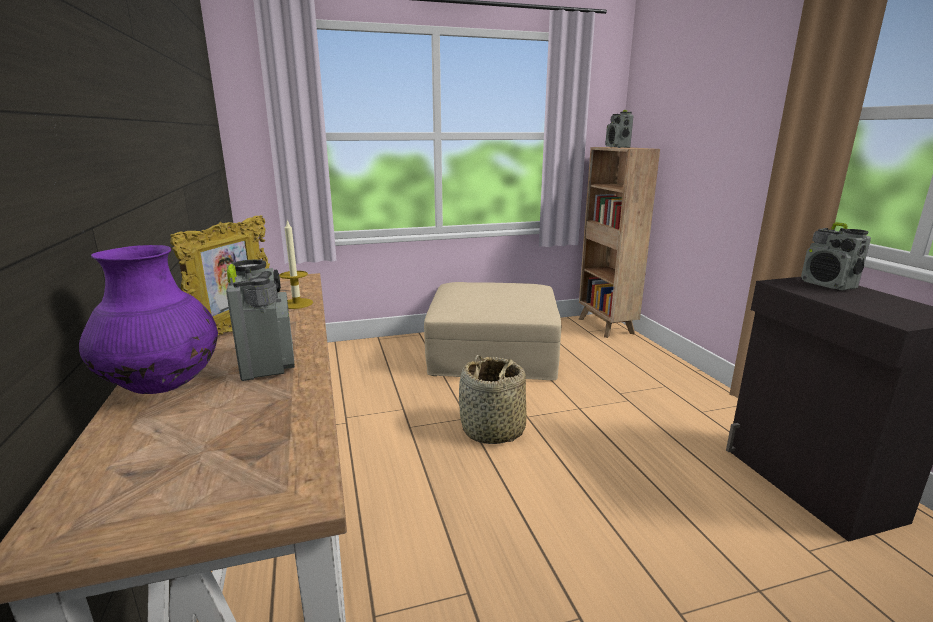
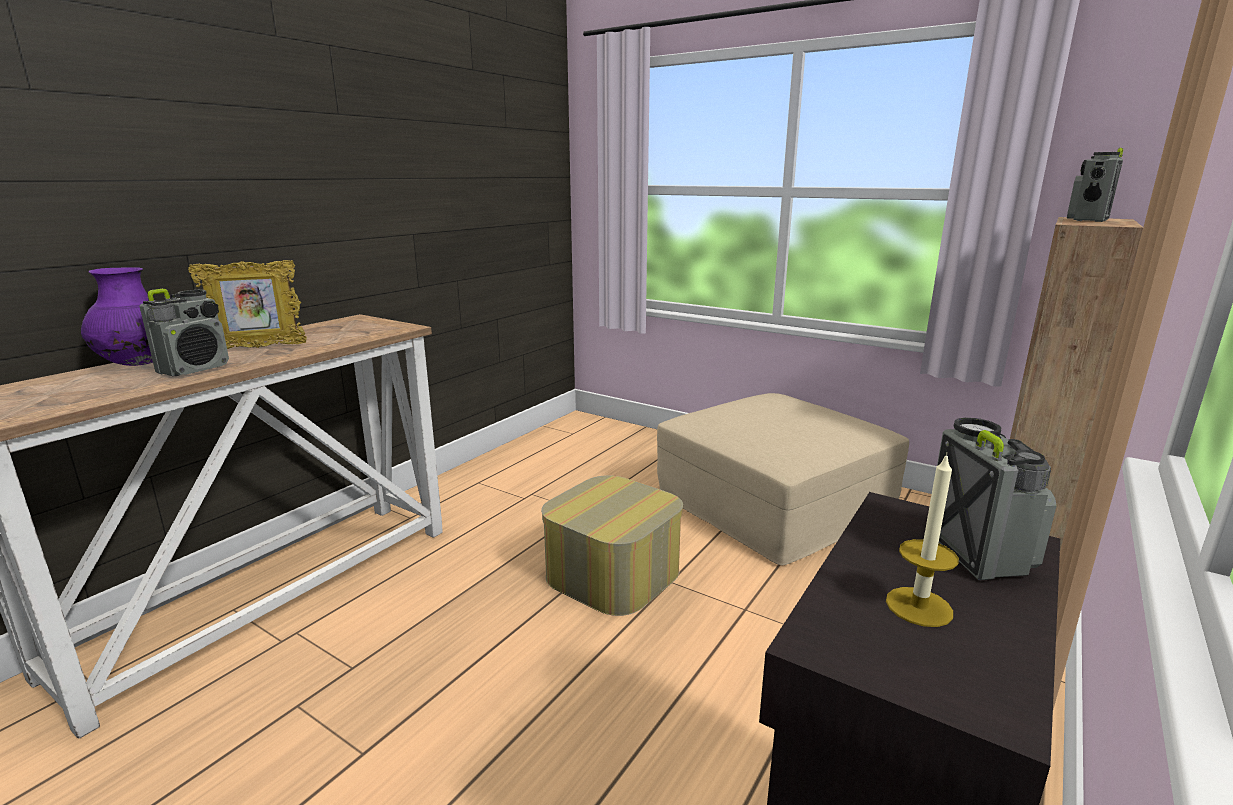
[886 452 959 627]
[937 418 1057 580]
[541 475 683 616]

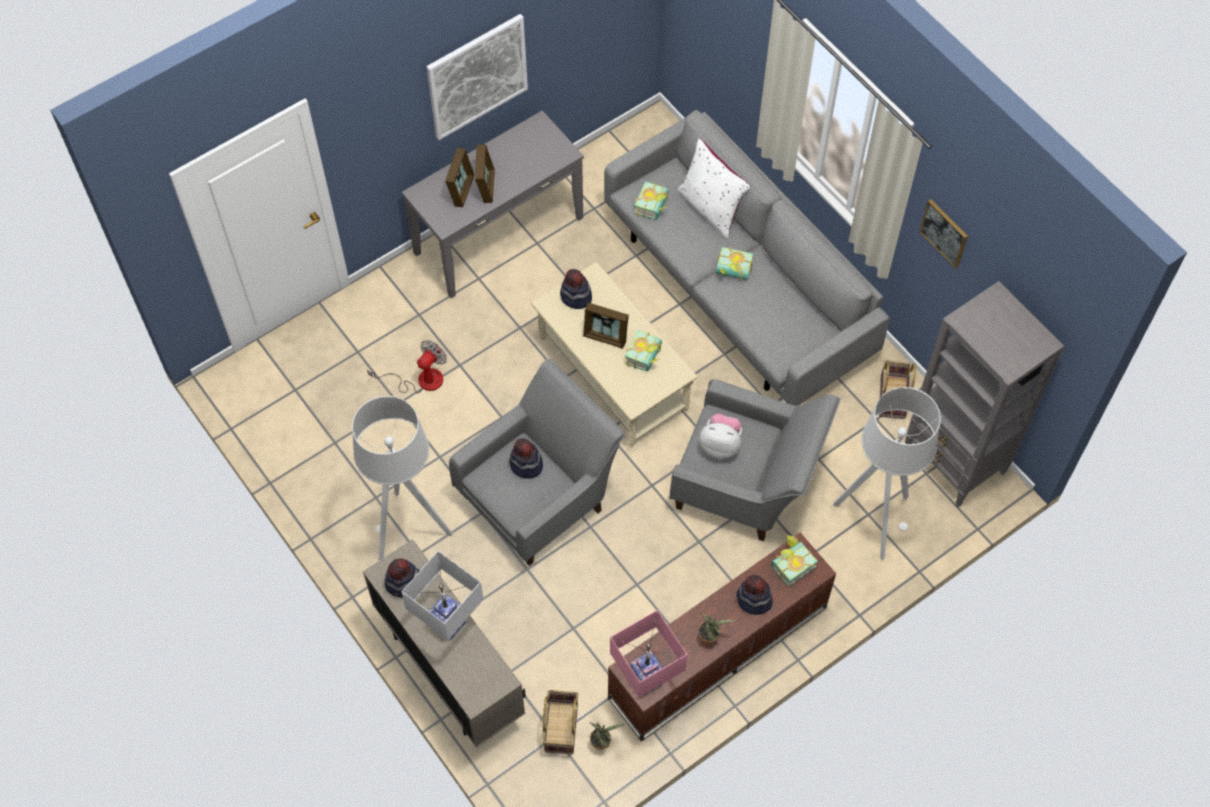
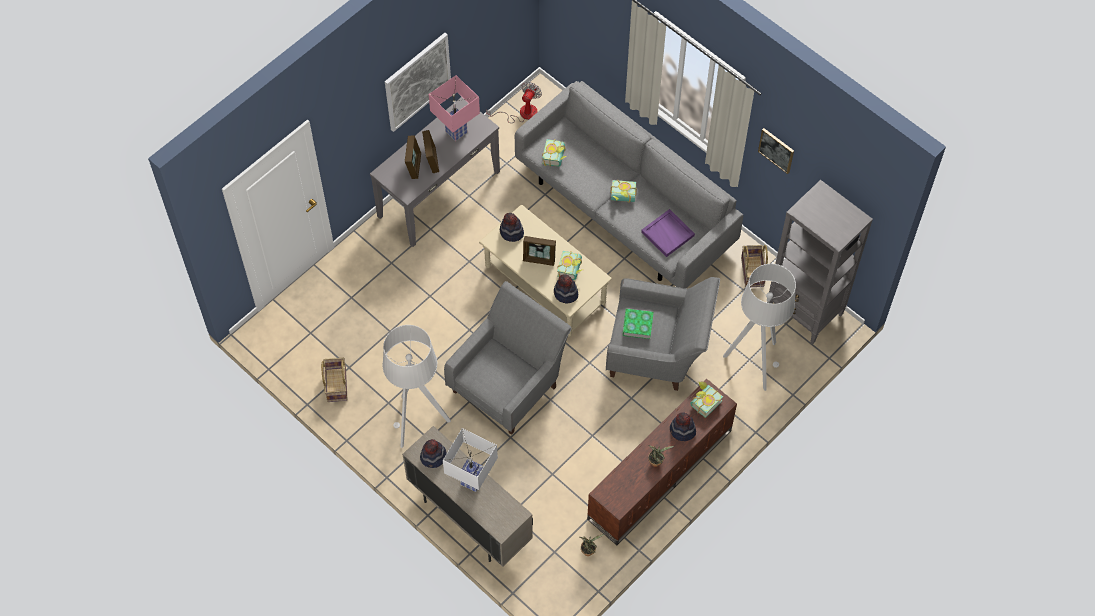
[678 138 751 238] (first image)
[486 82 542 123]
[622 308 654 339]
[554 274 578 303]
[429 75 480 141]
[321 358 347 402]
[641 209 695 257]

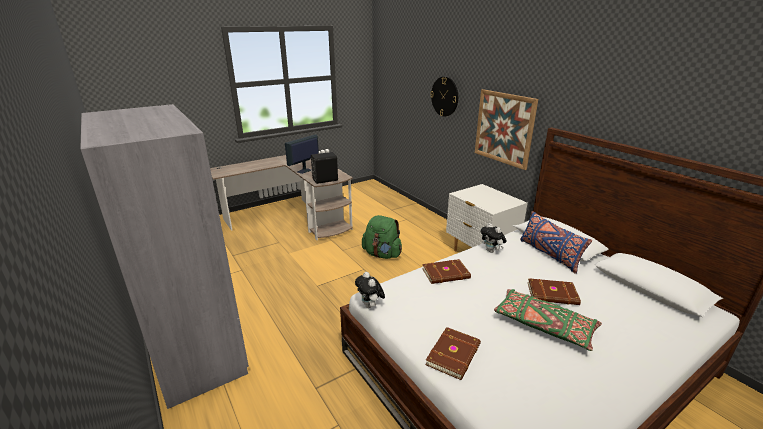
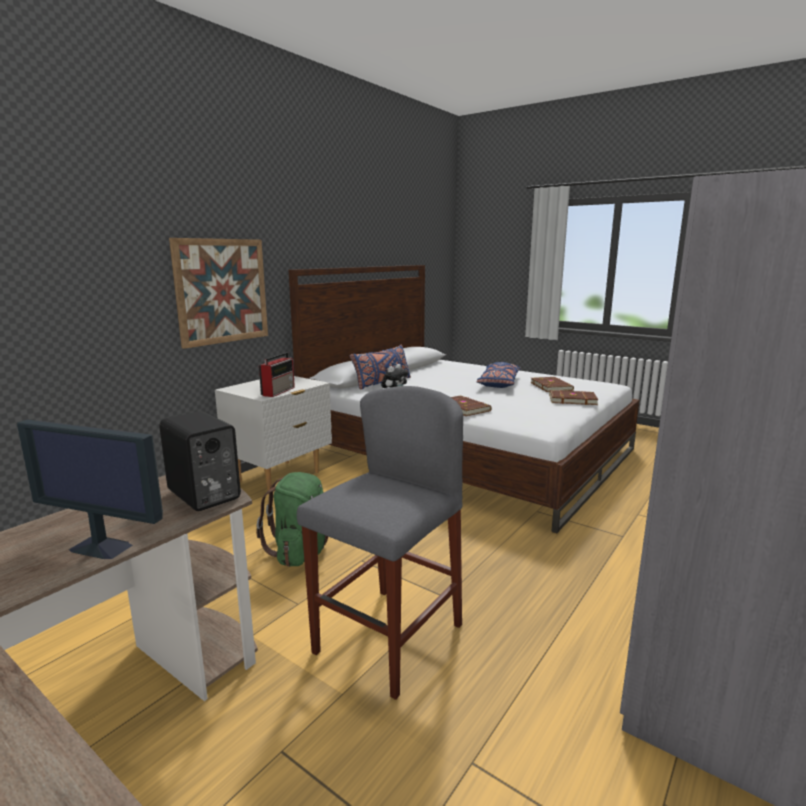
[430 76 458 117] (first image)
[355 272 385 308] (first image)
[530 377 574 392]
[477 362 521 388]
[259 352 295 397]
[297 386 463 700]

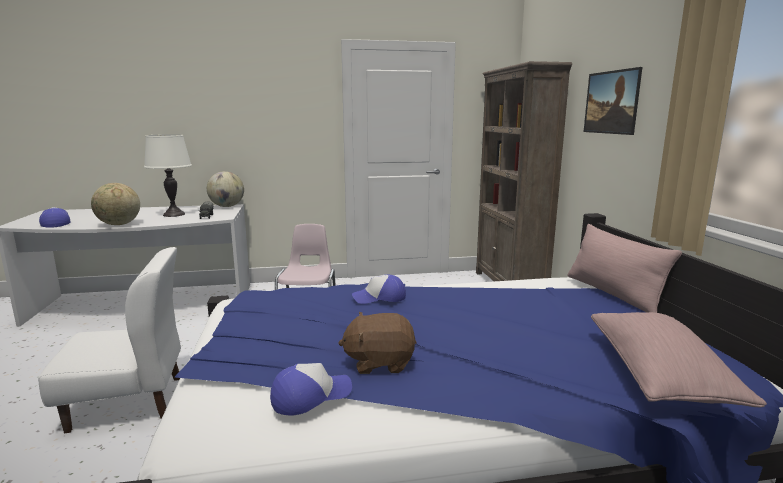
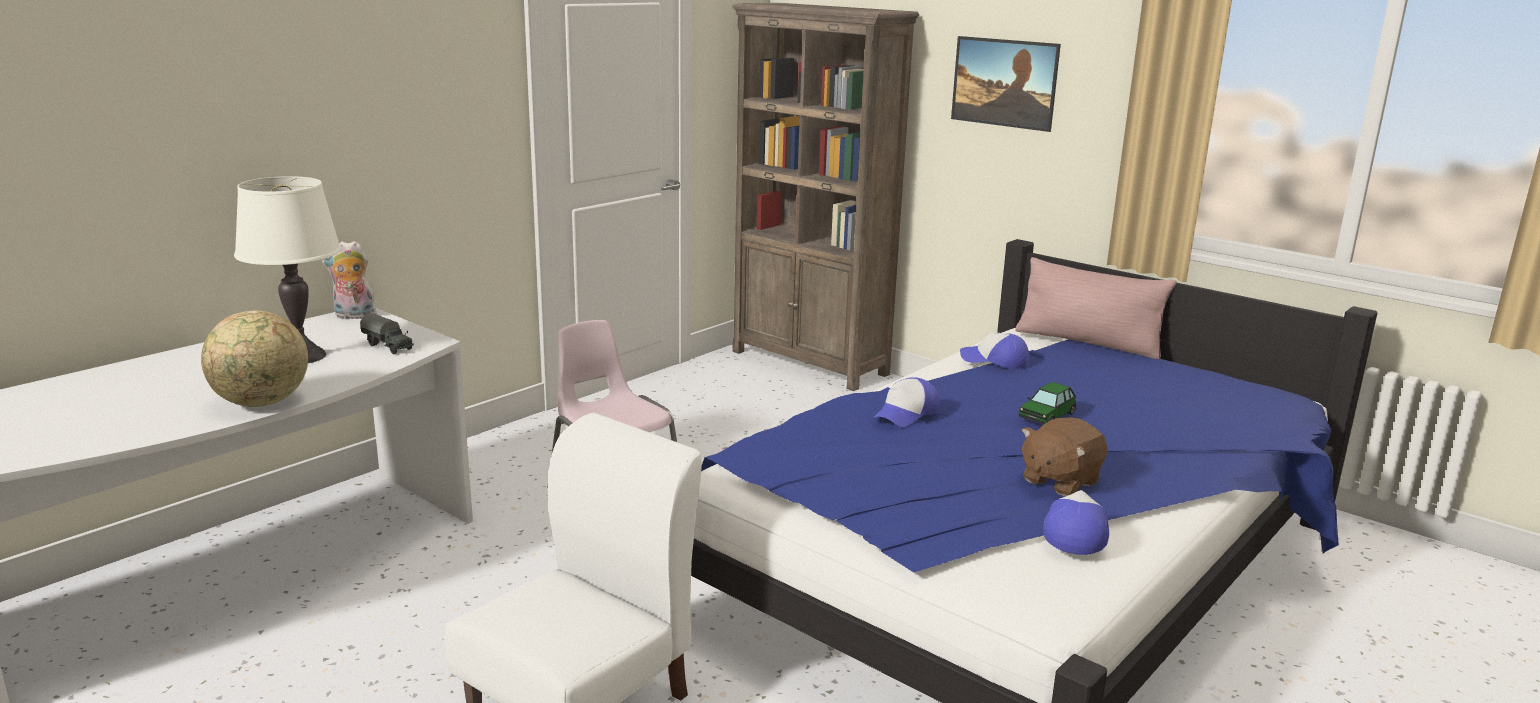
[322 241 377 319]
[960 333 1029 369]
[591 312 767 407] (first image)
[1018 382 1077 424]

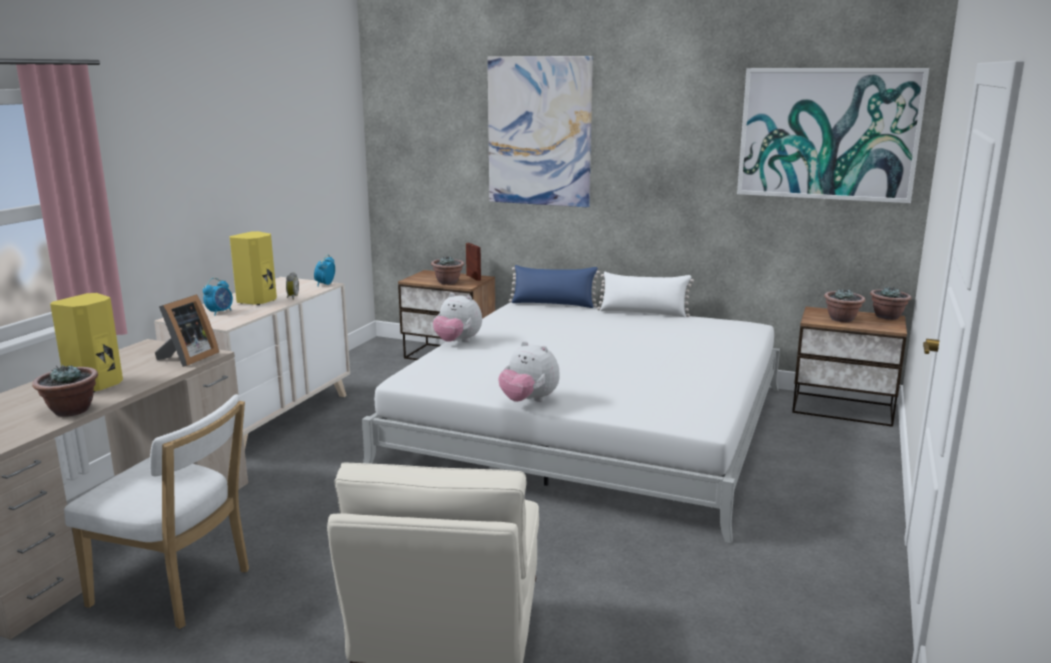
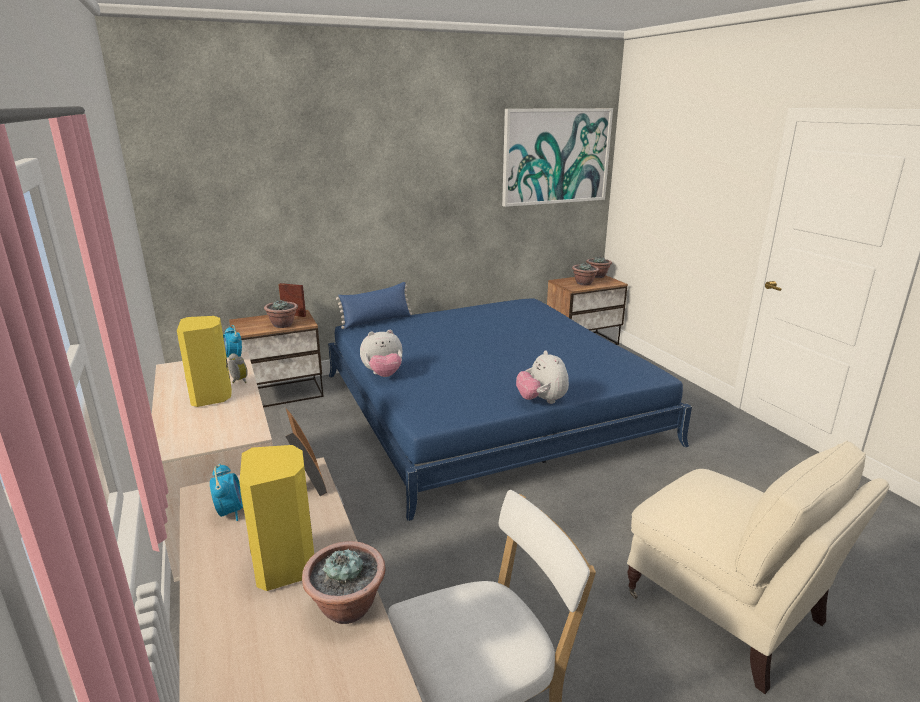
[488 56 593 207] (first image)
[597 272 694 317] (first image)
[210 464 243 521]
[328 298 692 521]
[516 351 569 404]

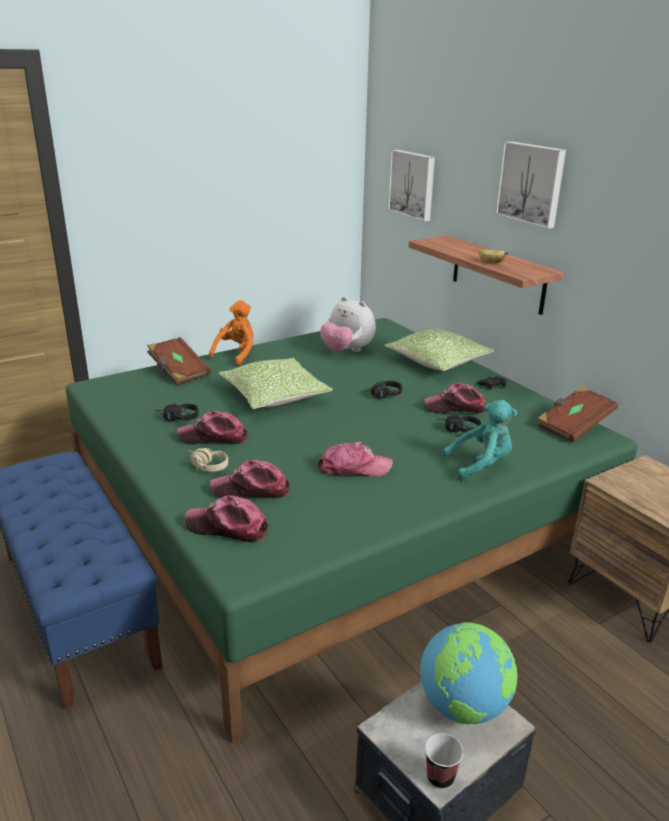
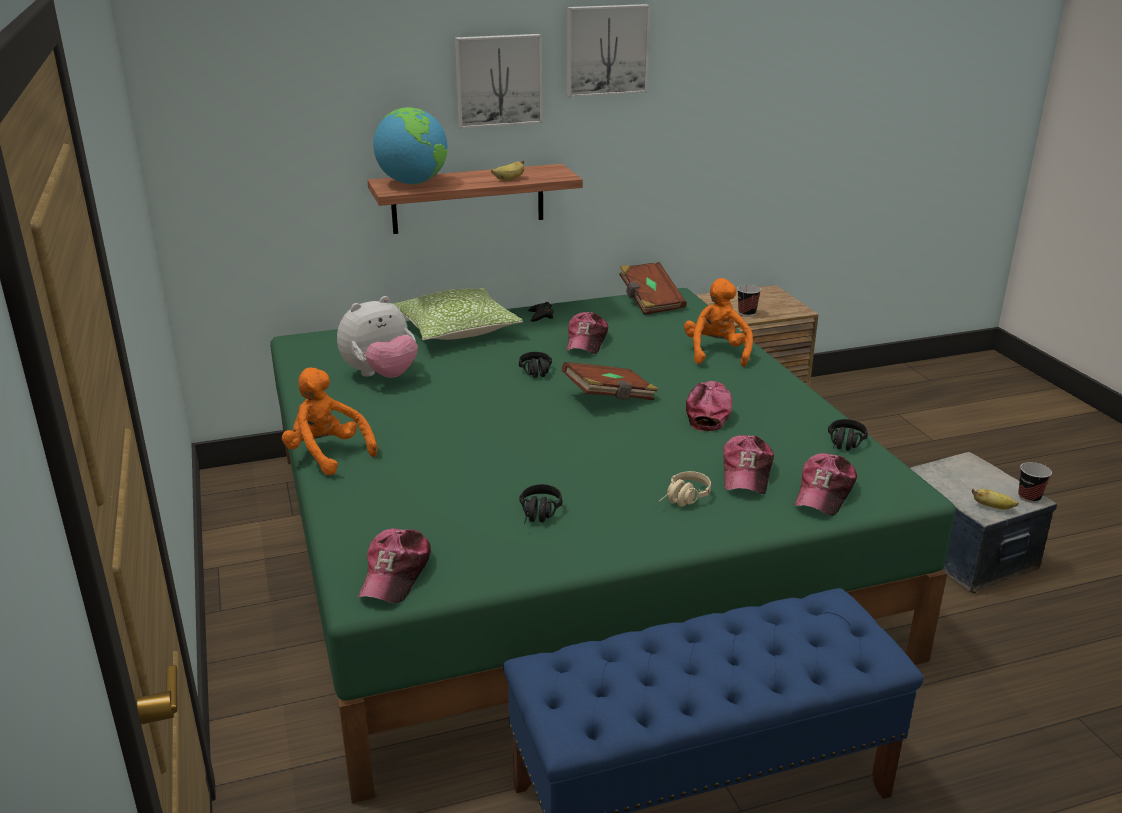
[566 4 650 97]
[562 362 658 400]
[219 358 333 409] (first image)
[684 278 753 367]
[358 528 431 603]
[828 419 868 451]
[373 107 448 185]
[737 285 761 317]
[972 488 1019 510]

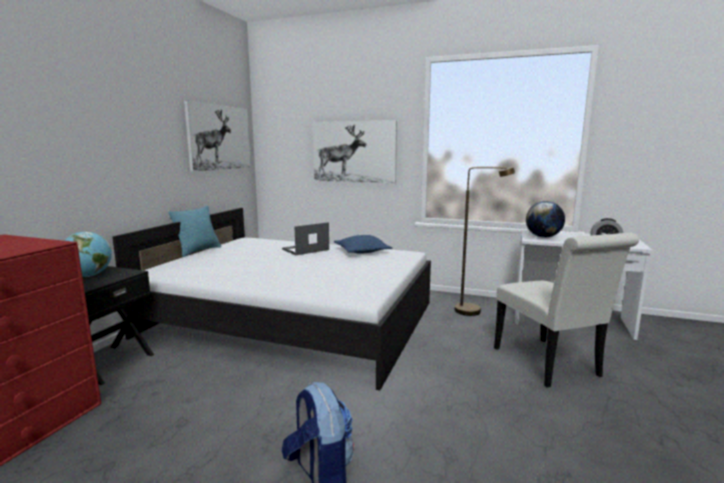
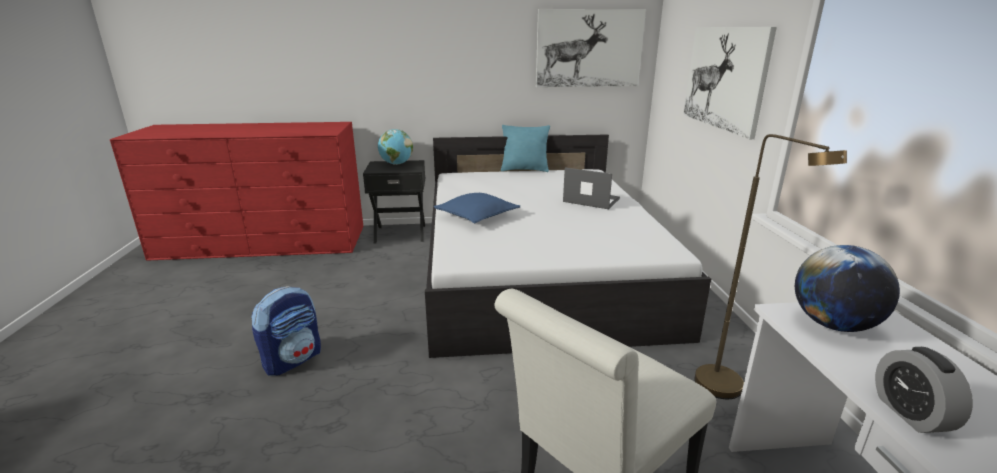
[434 193 520 223]

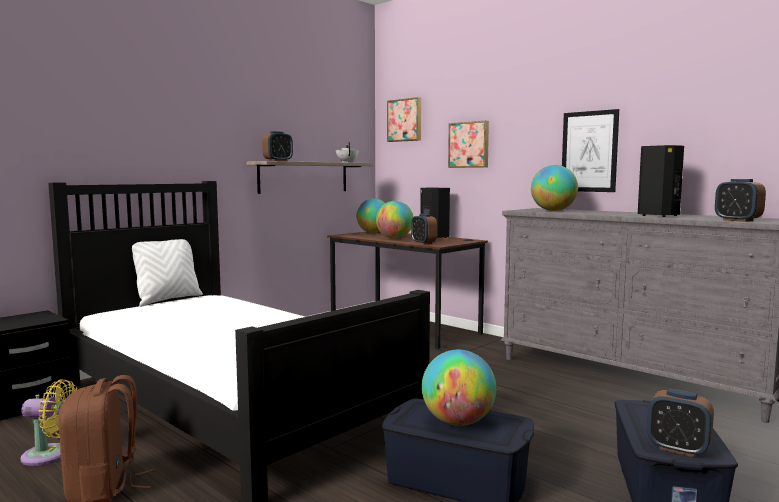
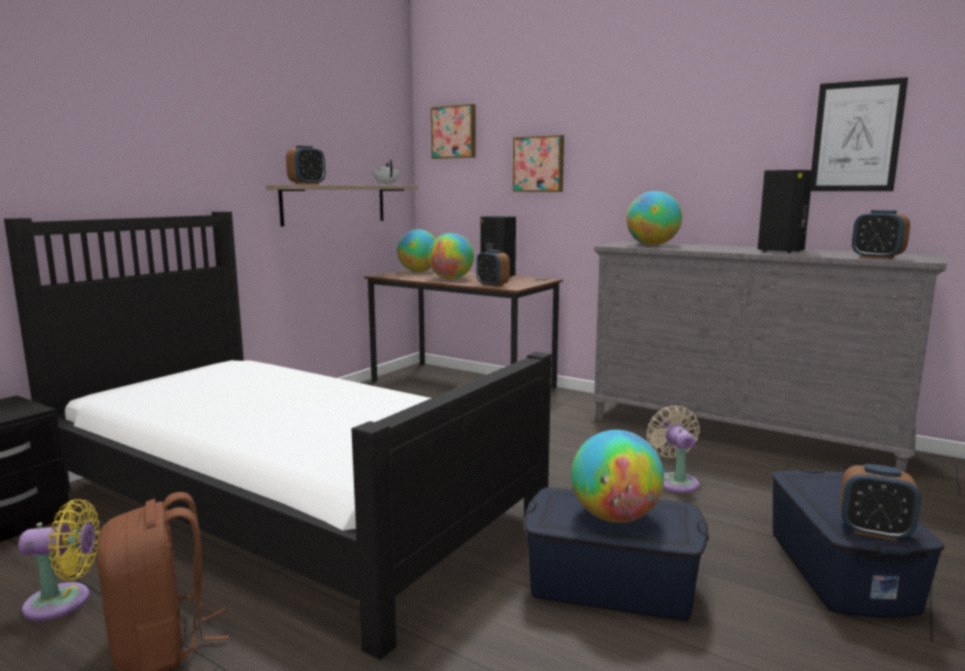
[811 77 908 191]
[132 239 203 307] (first image)
[647 406 700 493]

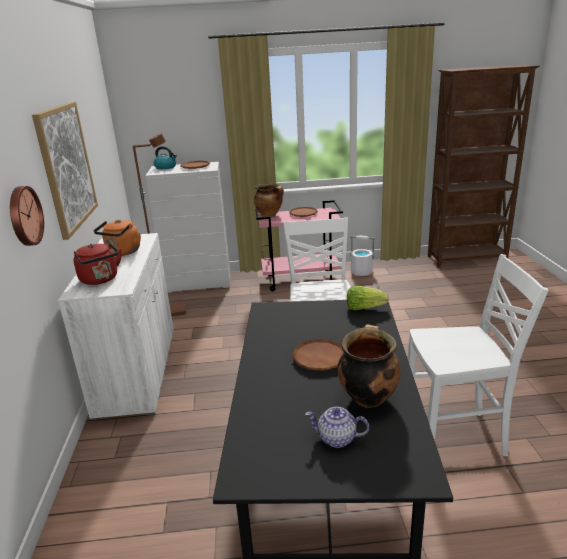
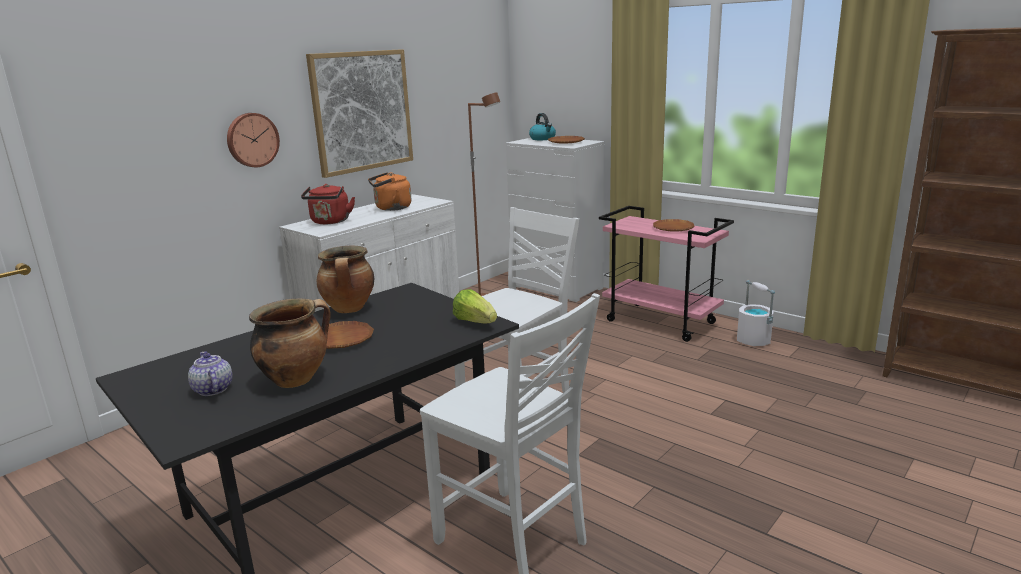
[317 245 374 313]

